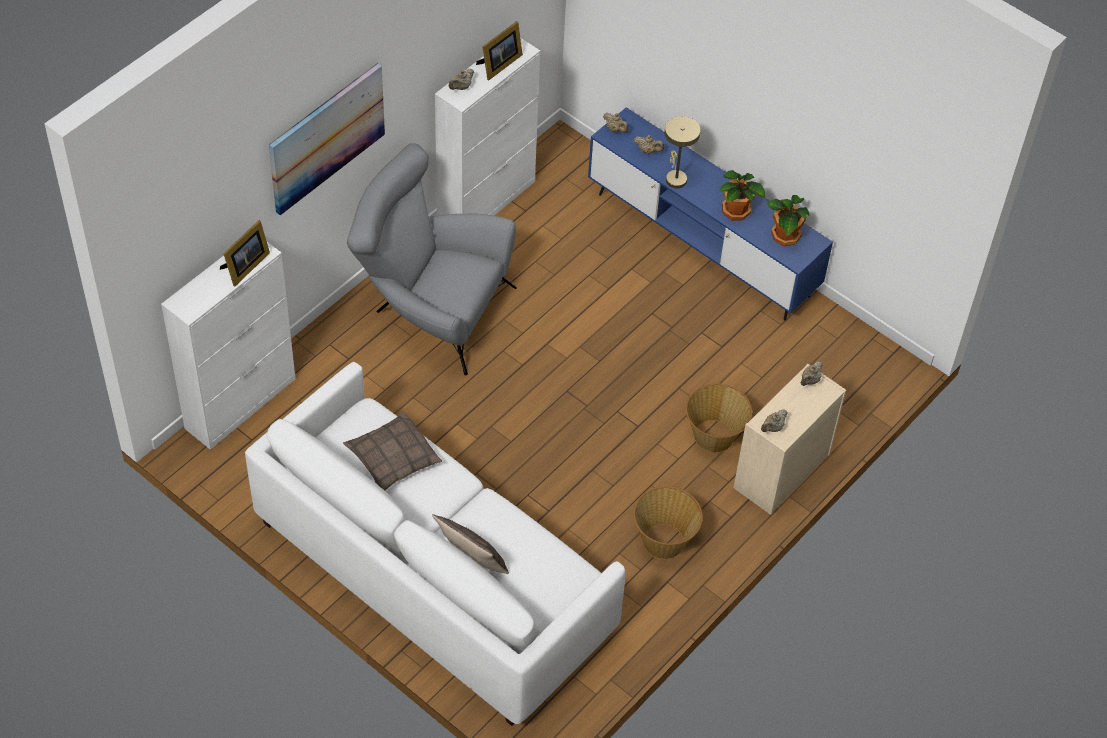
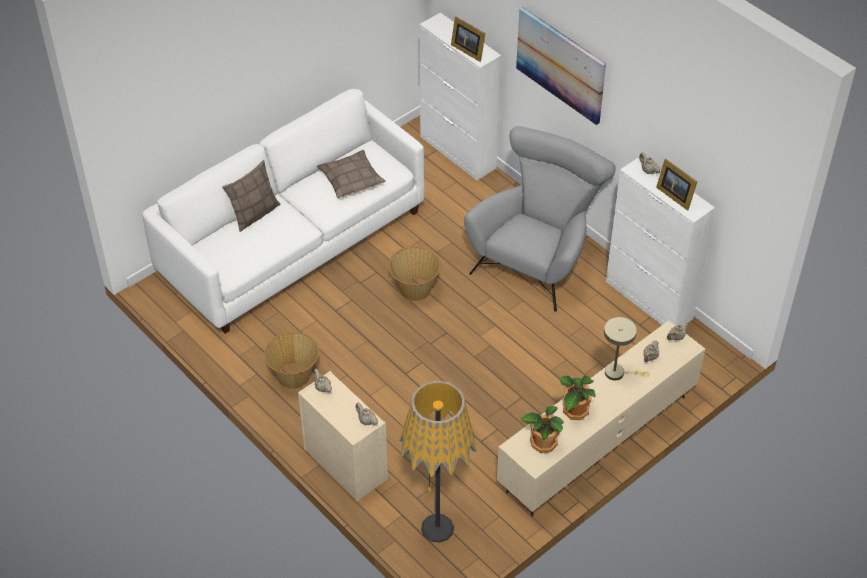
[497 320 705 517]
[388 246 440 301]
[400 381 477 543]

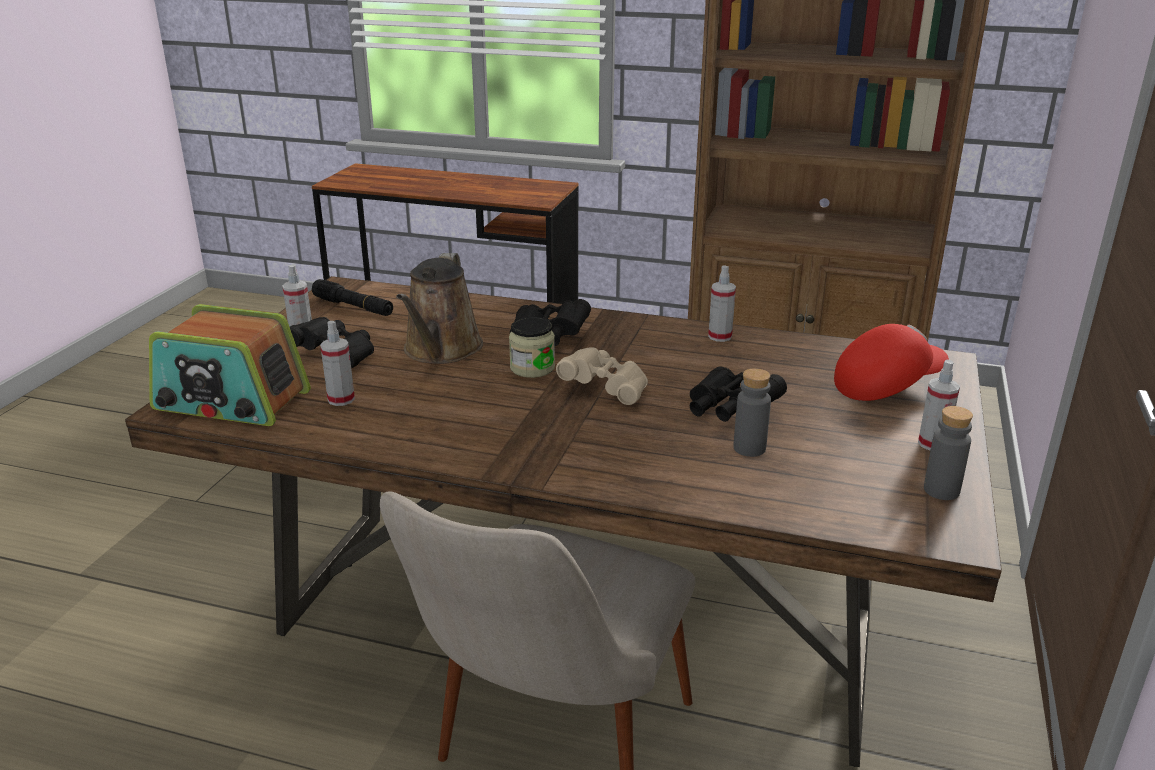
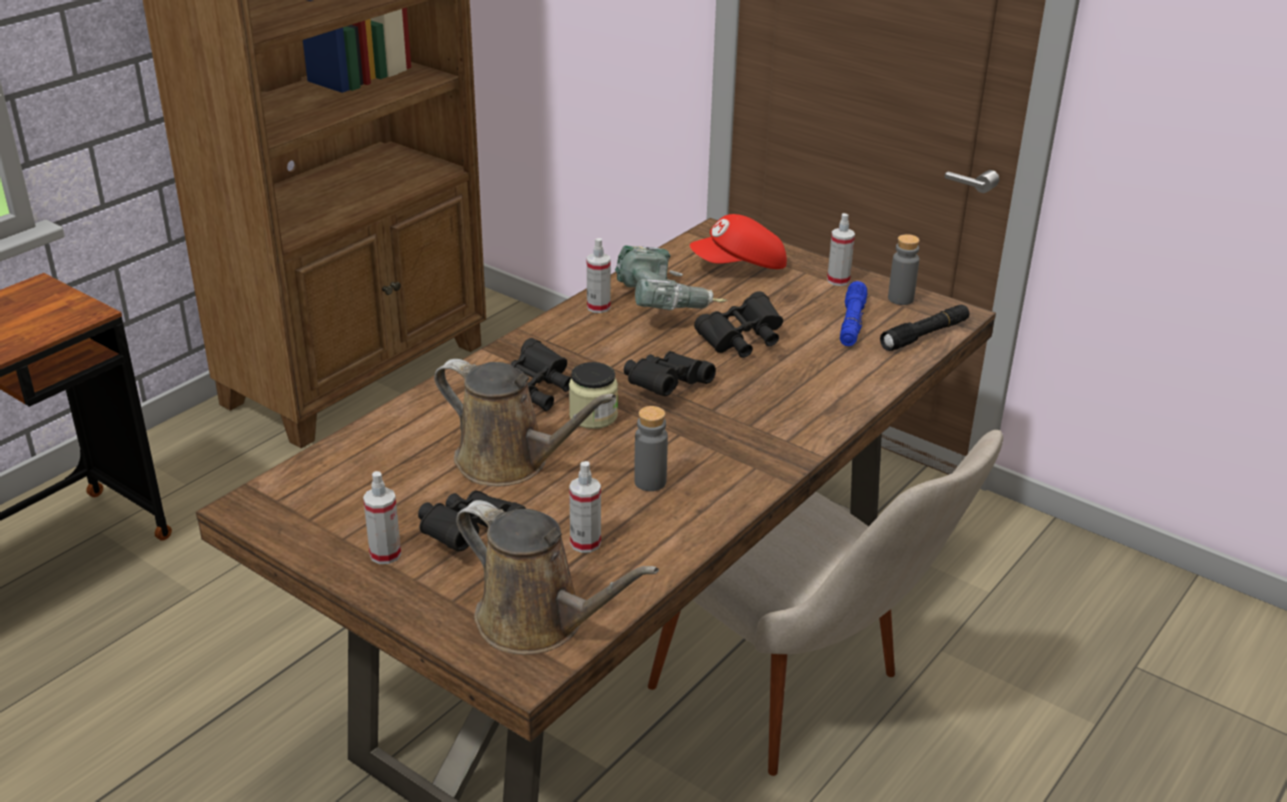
[880 305 969 351]
[456 500 659 655]
[690 214 787 269]
[624 351 716 396]
[634 406 668 491]
[615 246 728 310]
[840 281 868 346]

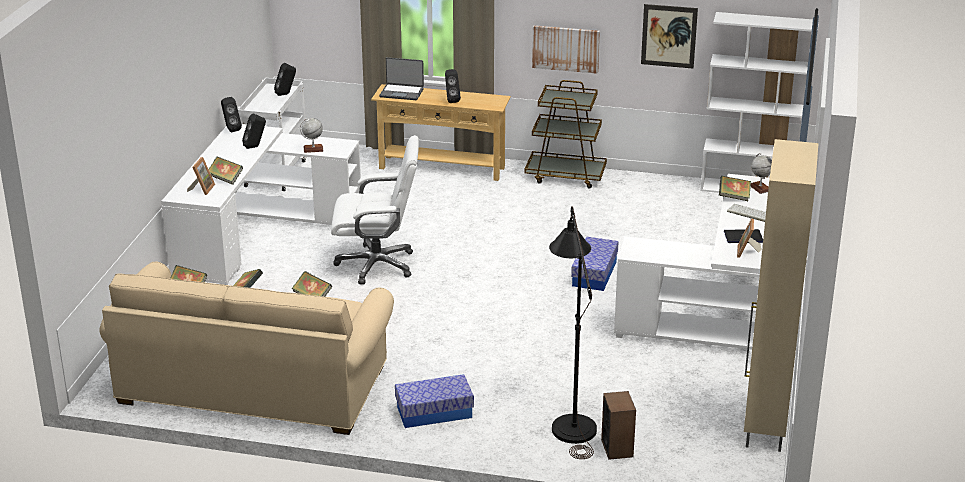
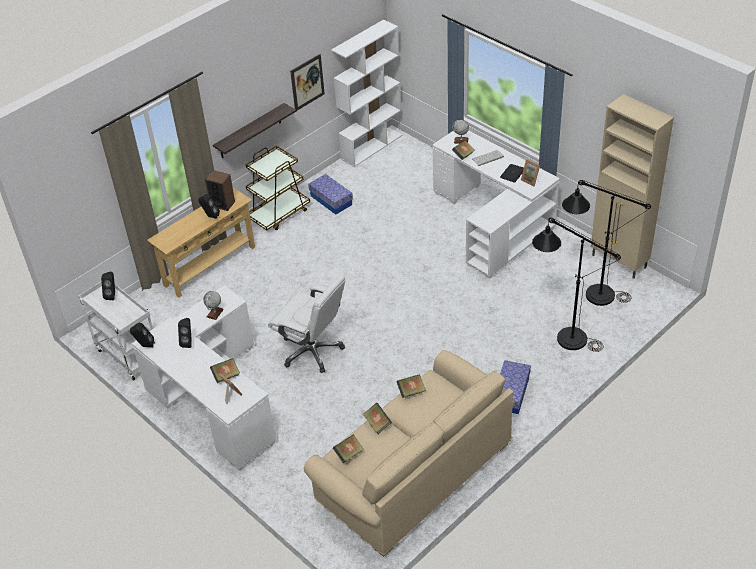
[213 103 296 158]
[379 57 424 100] (first image)
[268 275 345 373]
[308 174 353 215]
[205 170 235 211]
[562 180 651 306]

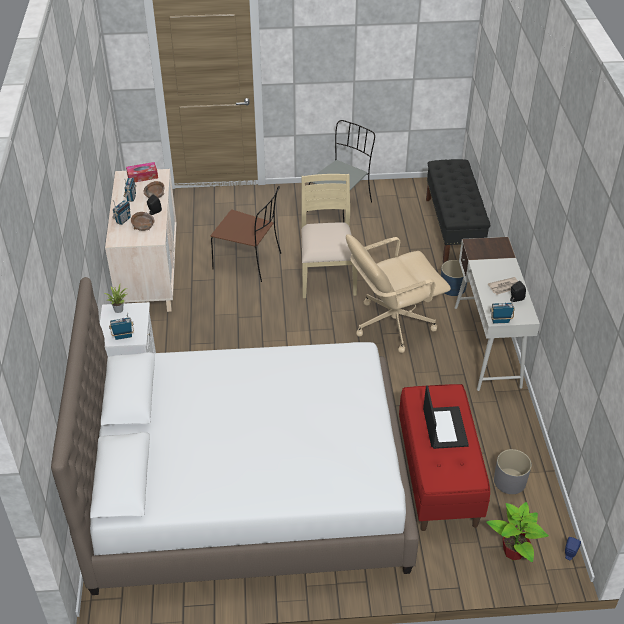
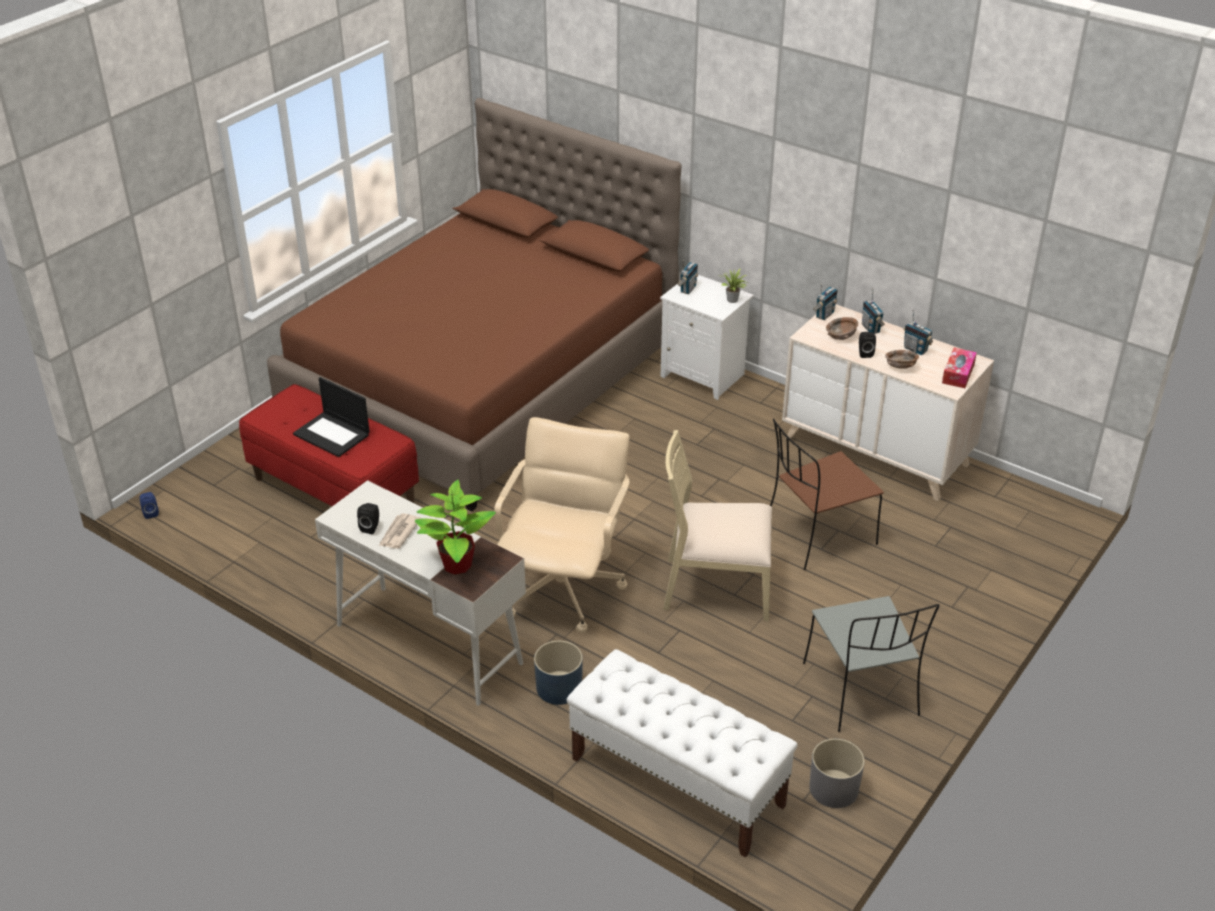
[567 649 798 858]
[663 430 772 621]
[267 98 682 511]
[813 284 838 320]
[809 739 865 808]
[415 480 496 575]

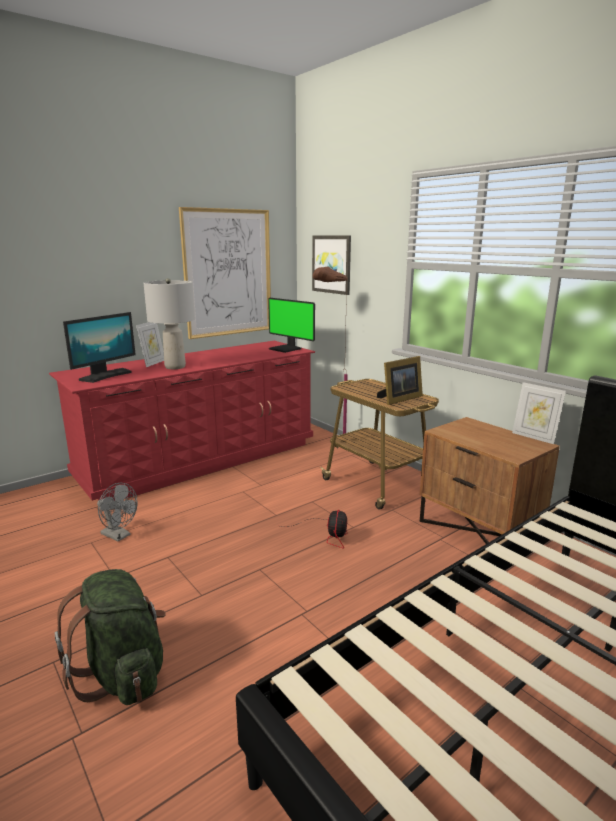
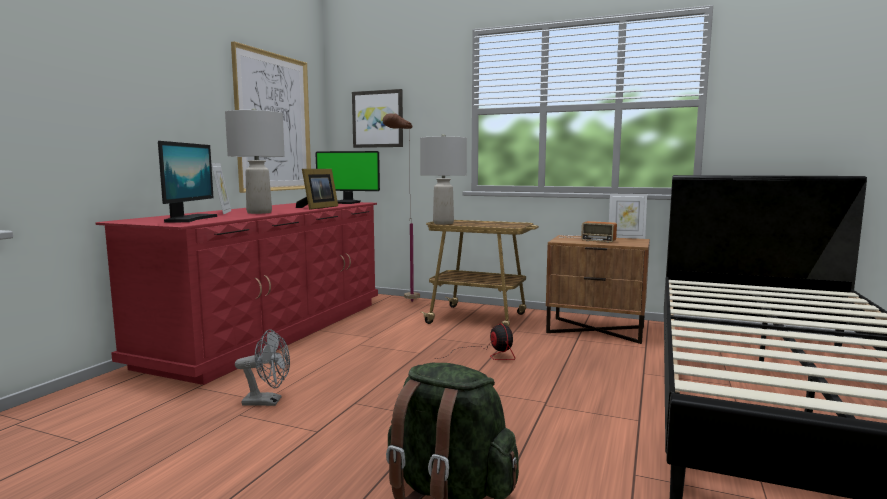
[296 169 338 210]
[420 134 467 224]
[559 221 617 243]

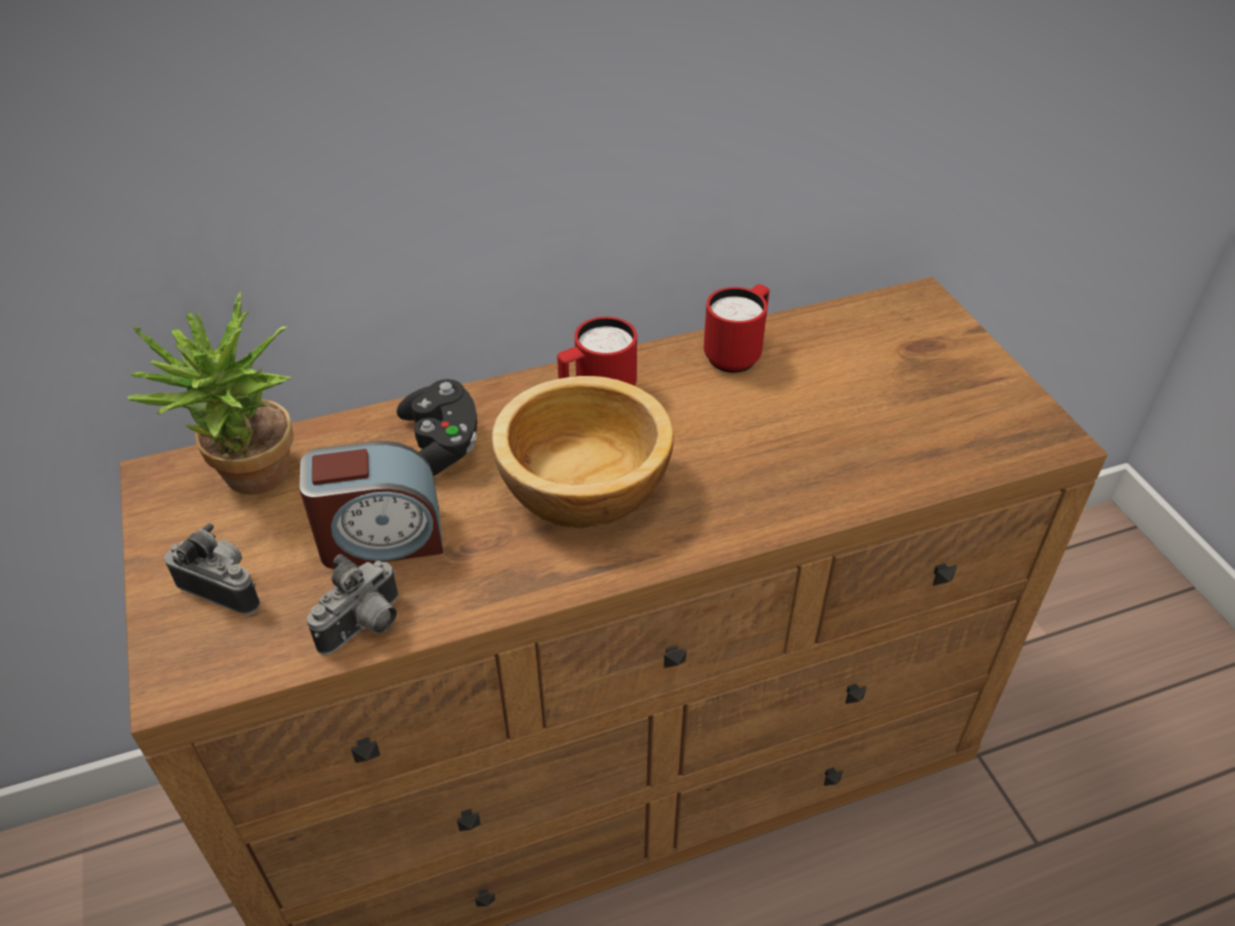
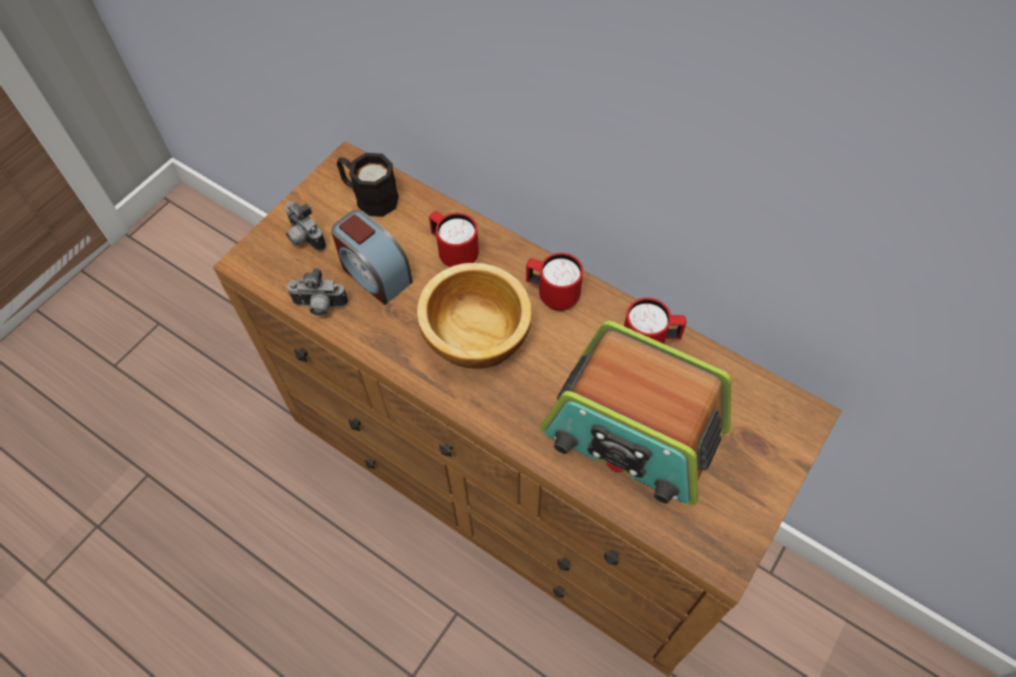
[337 153 399 217]
[429 211 479 267]
[285 201 326 251]
[540 321 732 505]

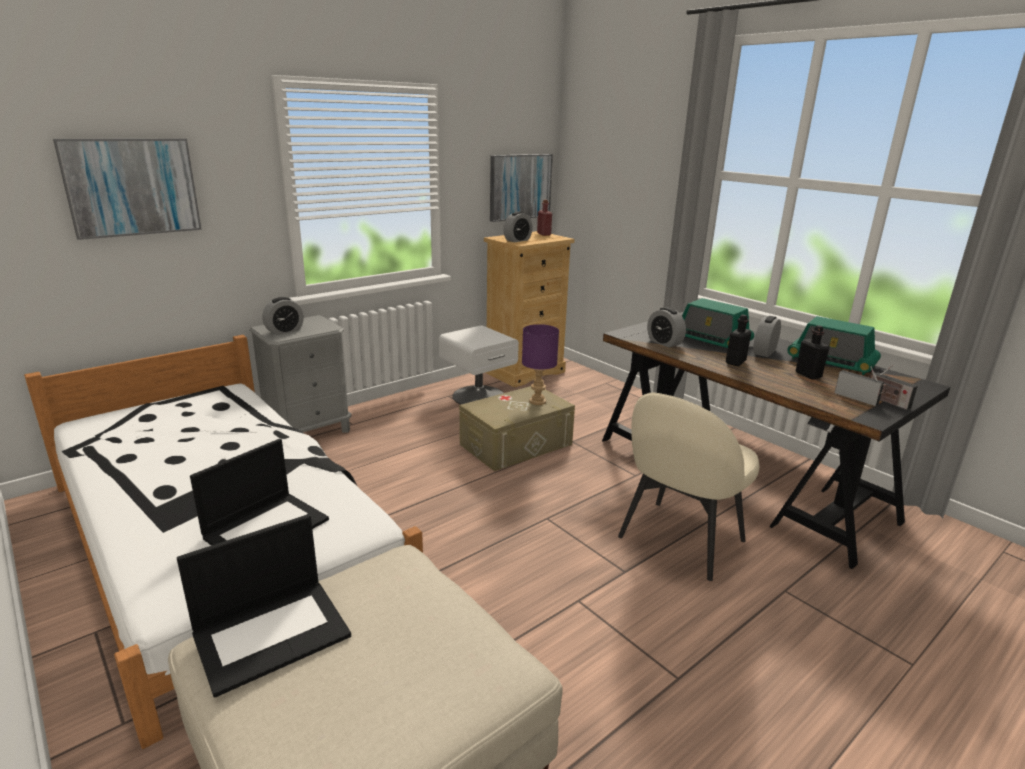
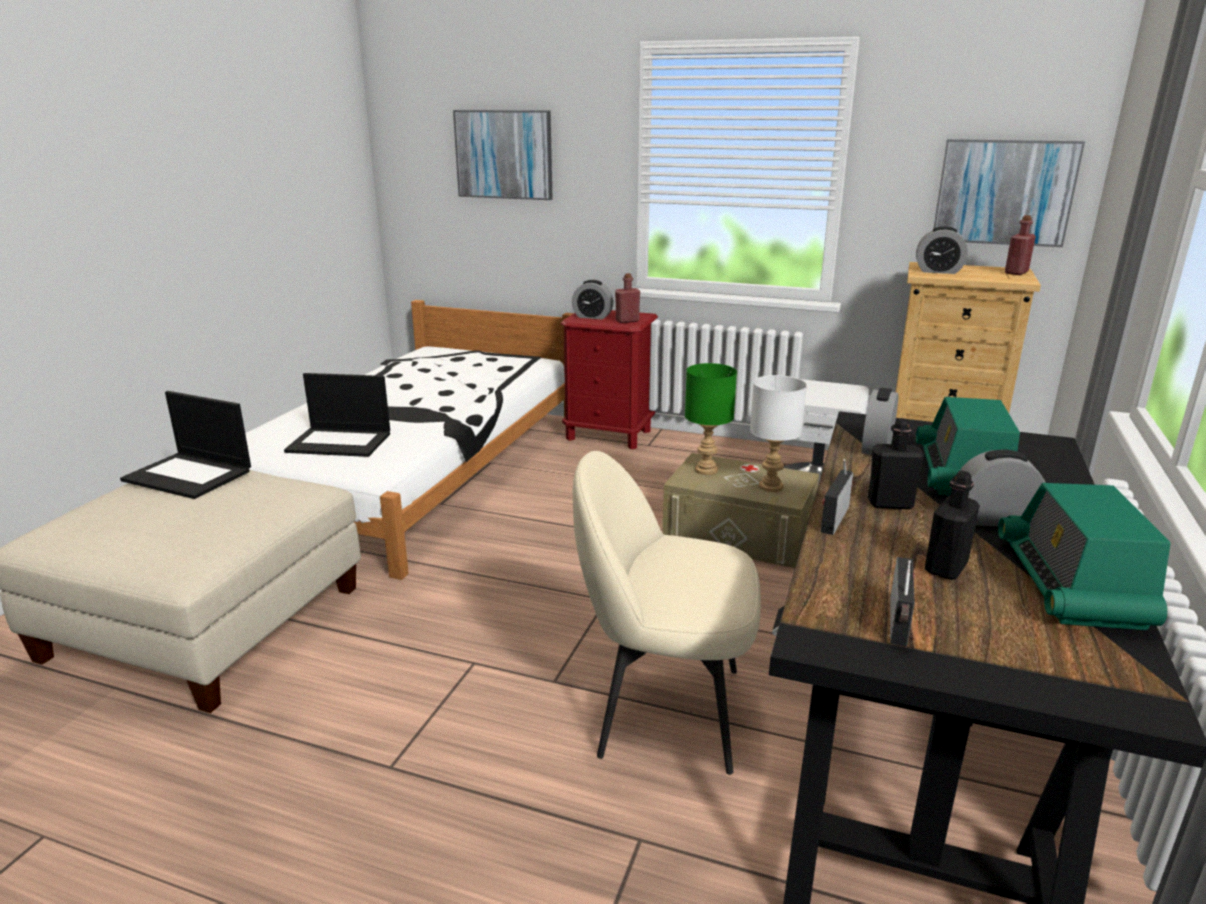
[561 310 658 449]
[750 375 807 492]
[821 459 853 535]
[615 273 640 323]
[685 363 737 475]

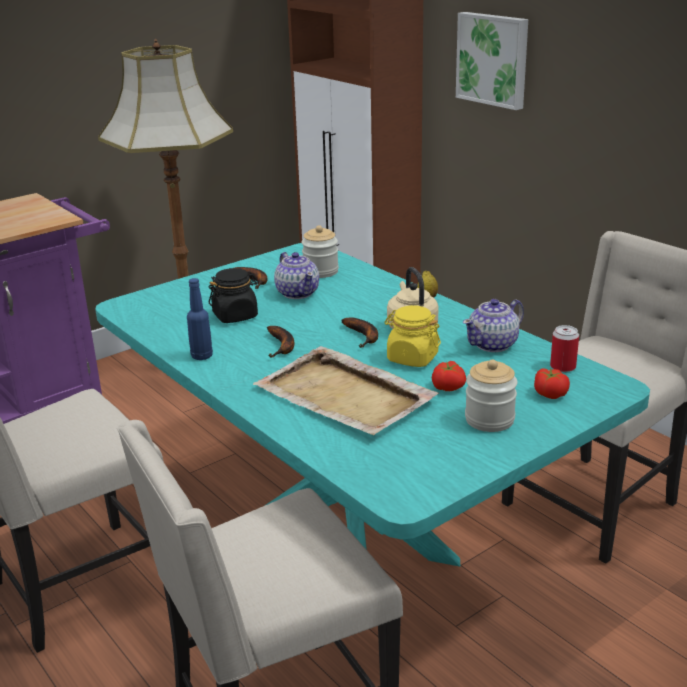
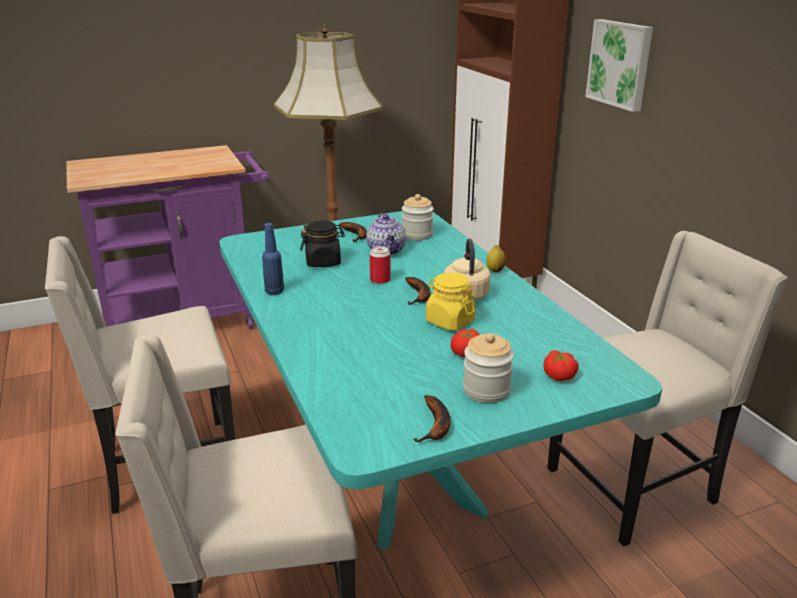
[463 299 524 352] (first image)
[370 246 391 284]
[413 395 451 443]
[253 346 439 435] (first image)

